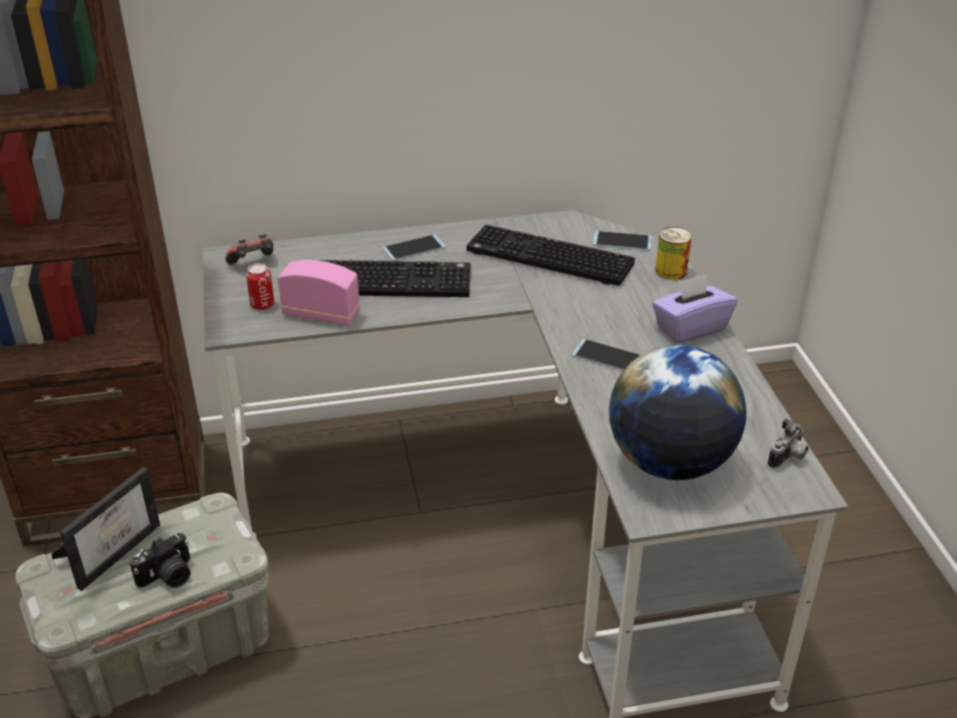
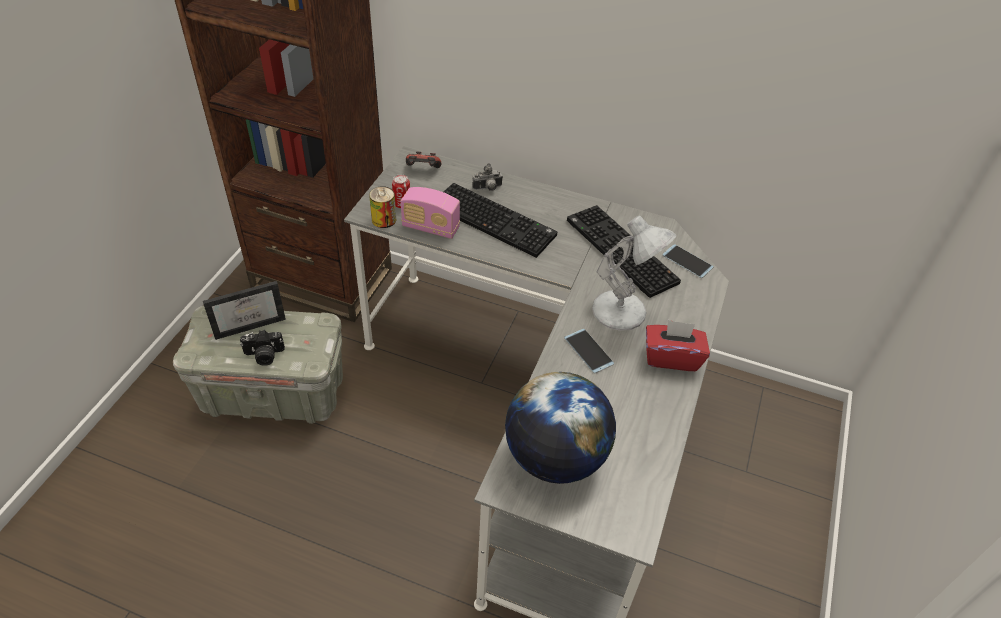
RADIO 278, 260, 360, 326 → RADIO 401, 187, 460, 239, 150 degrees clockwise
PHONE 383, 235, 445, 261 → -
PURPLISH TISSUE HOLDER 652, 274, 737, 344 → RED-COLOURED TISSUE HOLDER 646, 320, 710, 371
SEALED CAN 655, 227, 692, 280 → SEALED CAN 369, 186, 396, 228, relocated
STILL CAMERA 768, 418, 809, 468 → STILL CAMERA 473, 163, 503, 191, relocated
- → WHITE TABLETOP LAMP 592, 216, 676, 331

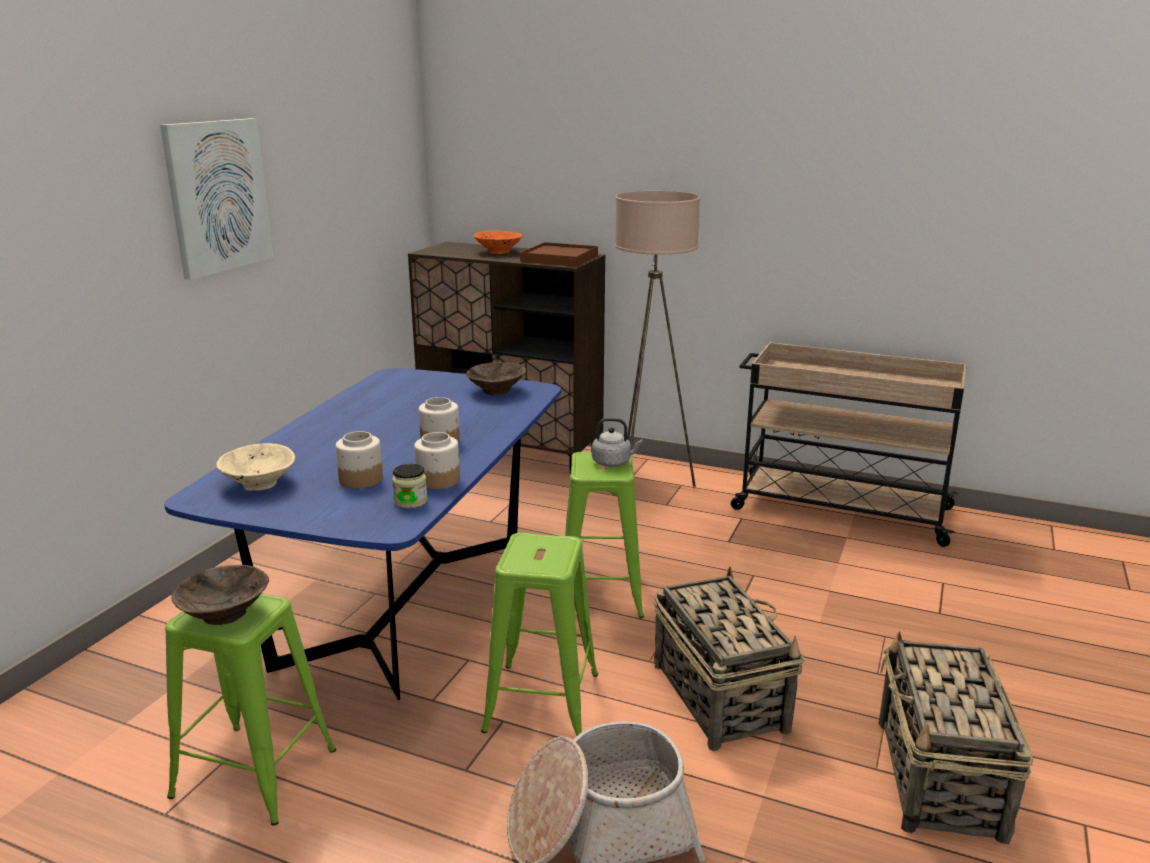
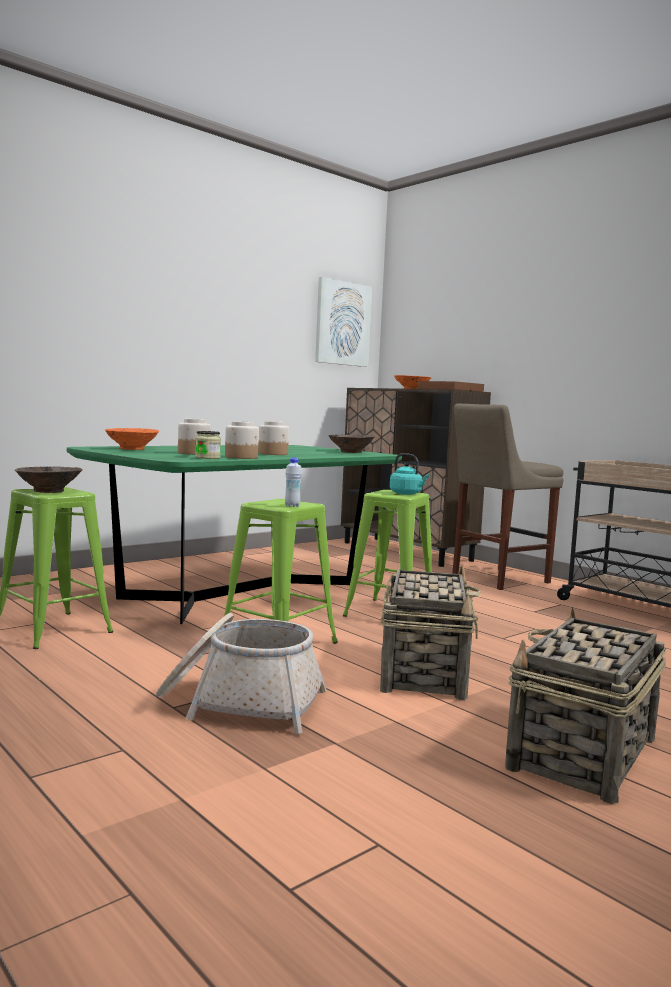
WALL ART 160, 118, 274, 280 → WALL ART 315, 277, 372, 367, relocated
BLUE-COLOURED DINNER TABLE 164, 368, 561, 700 → GREEN-COLOURED DINNER TABLE 67, 445, 402, 624
BEIGE-COLOURED BOWL 216, 443, 295, 491 → ORANGE-COLOURED BOWL 105, 428, 159, 450
GRAY WATER KETTLE 592, 418, 643, 467 → TURQUOISE WATER KETTLE 390, 453, 430, 495
BEIGE-COLOURED STANDARD LAMP 615, 191, 700, 487 → BEIGE-COLOURED STOOL SEAT 452, 404, 564, 590
- → WHITE BOTTLE 285, 457, 302, 507

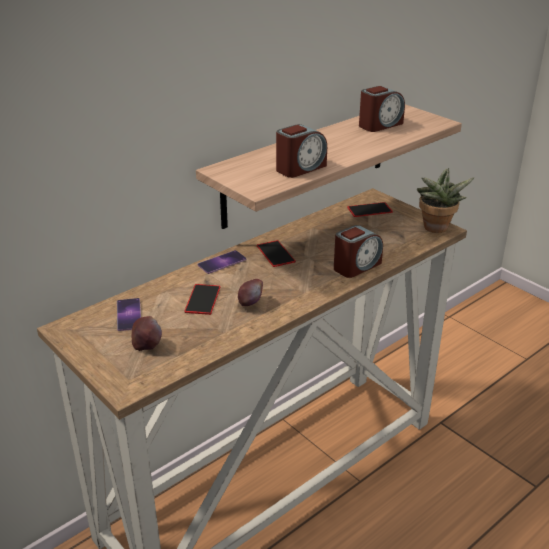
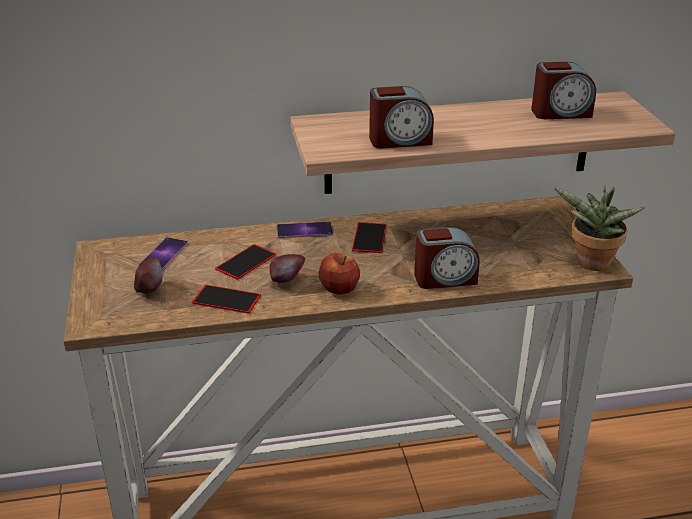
PHONE 347, 202, 393, 217 → PHONE 192, 285, 261, 313, relocated
- → APPLE FRUIT 318, 253, 360, 295

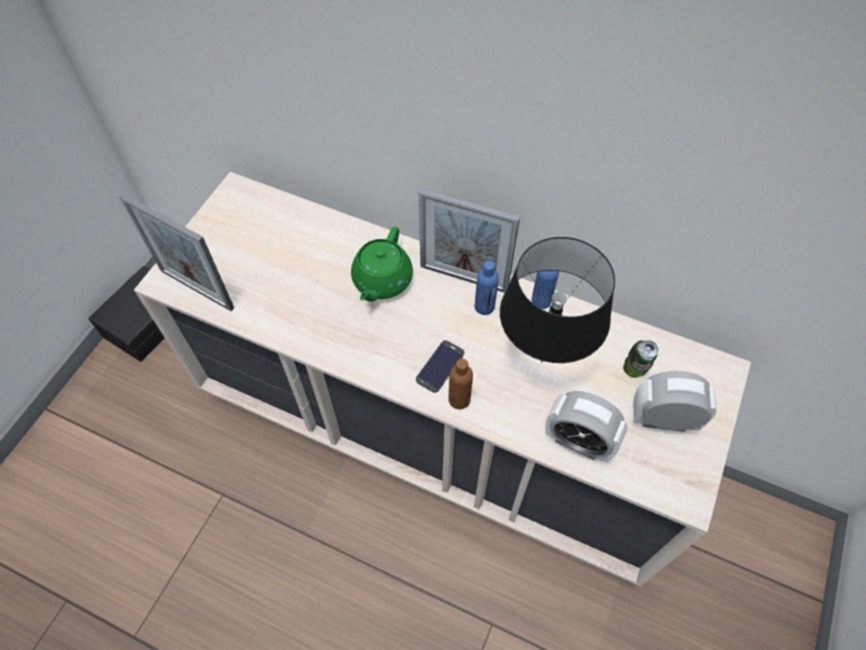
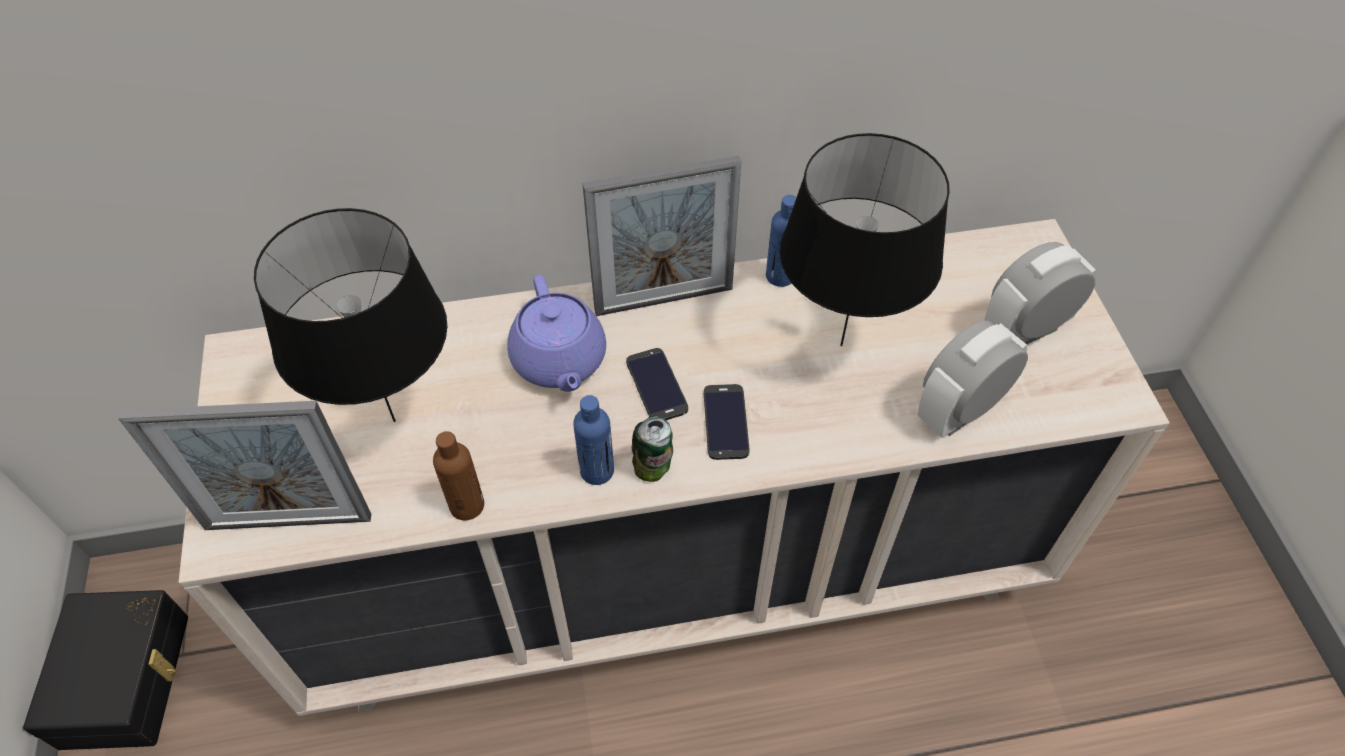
GREEN-COLOURED POT FOR TEA 351, 227, 413, 302 → PURPLISH POT FOR TEA 507, 275, 606, 392
BROWN BOTTLE 449, 359, 473, 409 → BROWN BOTTLE 433, 431, 484, 520, relocated
BLUE-COLOURED BOTTLE 475, 261, 499, 315 → BLUE-COLOURED BOTTLE 573, 395, 614, 485, relocated
ALARM CLOCK 545, 391, 627, 462 → ALARM CLOCK 918, 321, 1028, 438, 150 degrees clockwise
SEALED CAN 623, 341, 658, 378 → SEALED CAN 632, 416, 673, 482, relocated
- → BLACKISH TABLETOP LAMP 254, 208, 448, 422
- → PHONE 626, 348, 688, 420

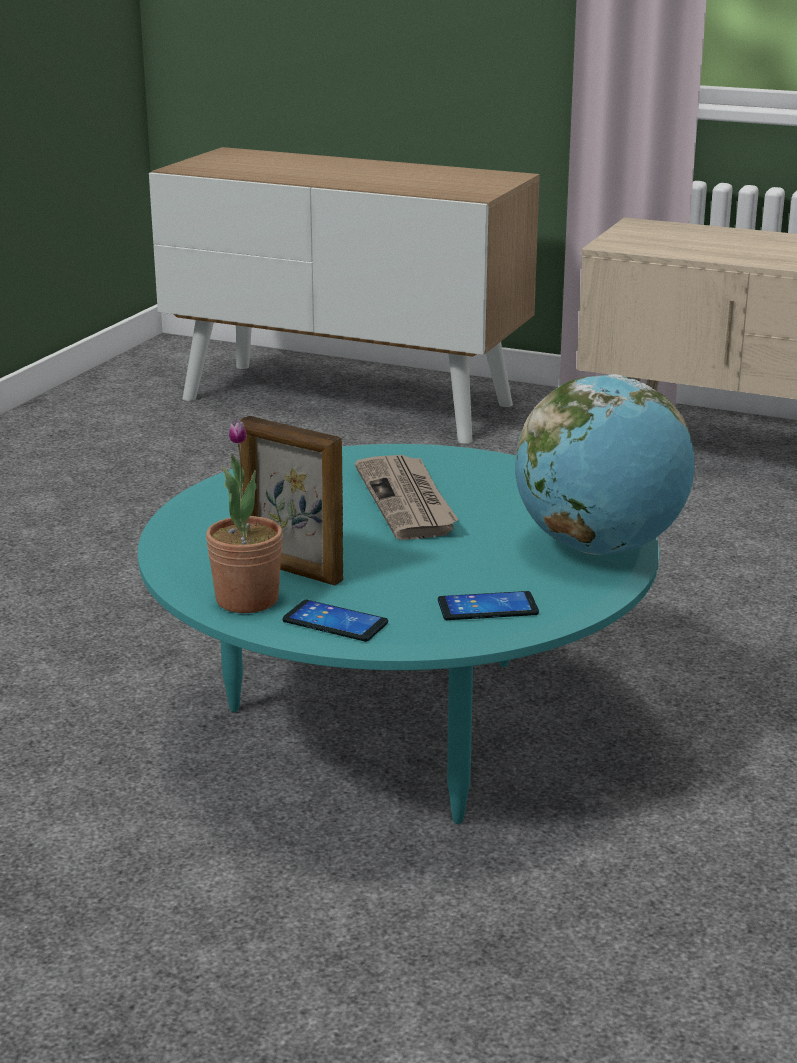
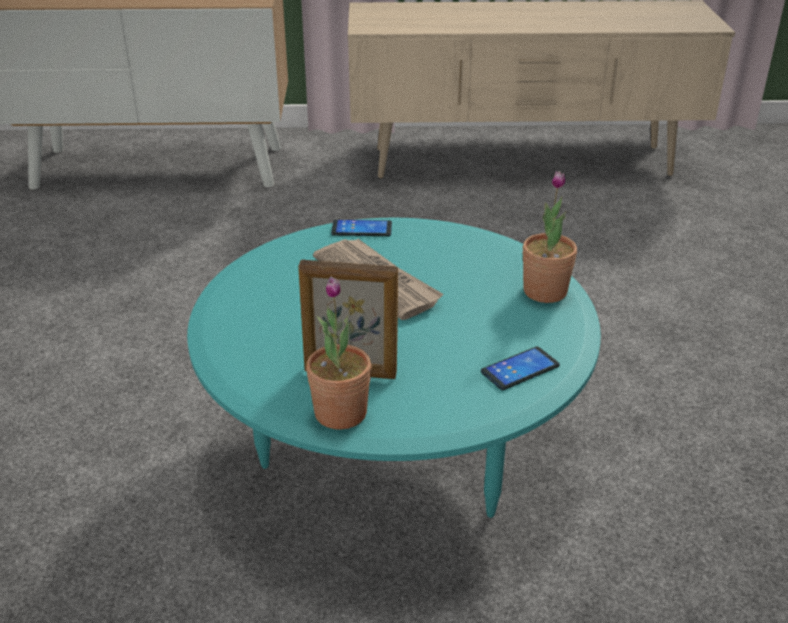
PHONE 282, 600, 388, 642 → PHONE 331, 220, 392, 236, relocated
DESK GLOBE 515, 374, 695, 555 → HOUSEPLANT 523, 171, 577, 303

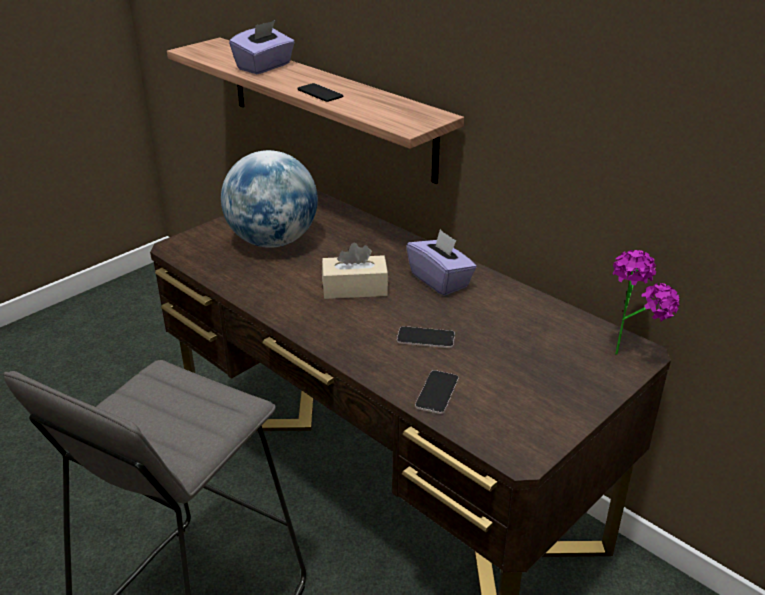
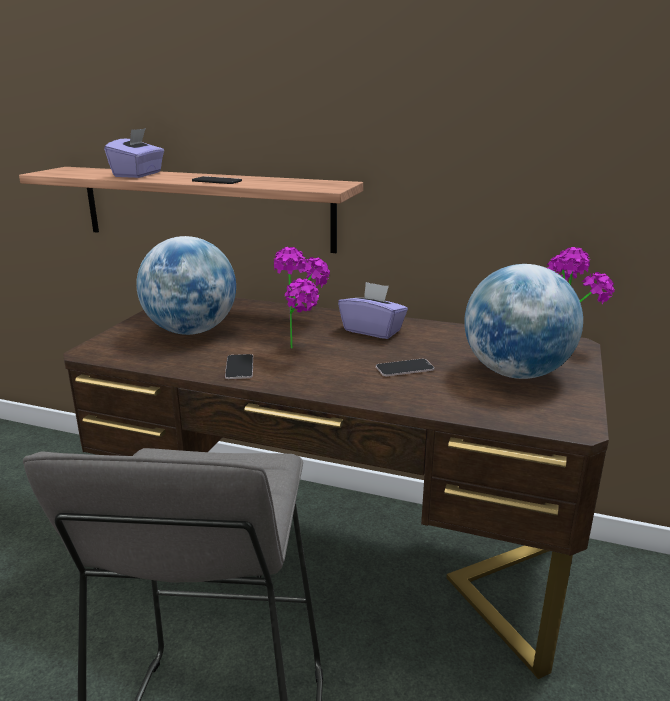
BEIGE-COLOURED TISSUE HOLDER 322, 243, 388, 299 → HOUSEPLANT 274, 247, 330, 348
PHONE 415, 370, 459, 414 → PHONE 225, 354, 253, 379, relocated
- → DESK GLOBE 464, 264, 583, 379

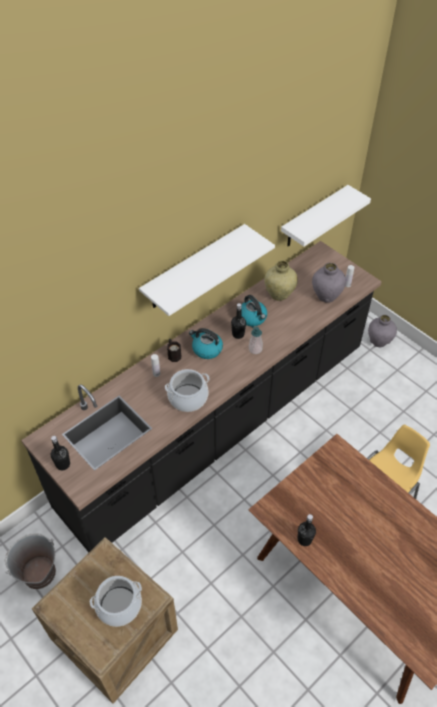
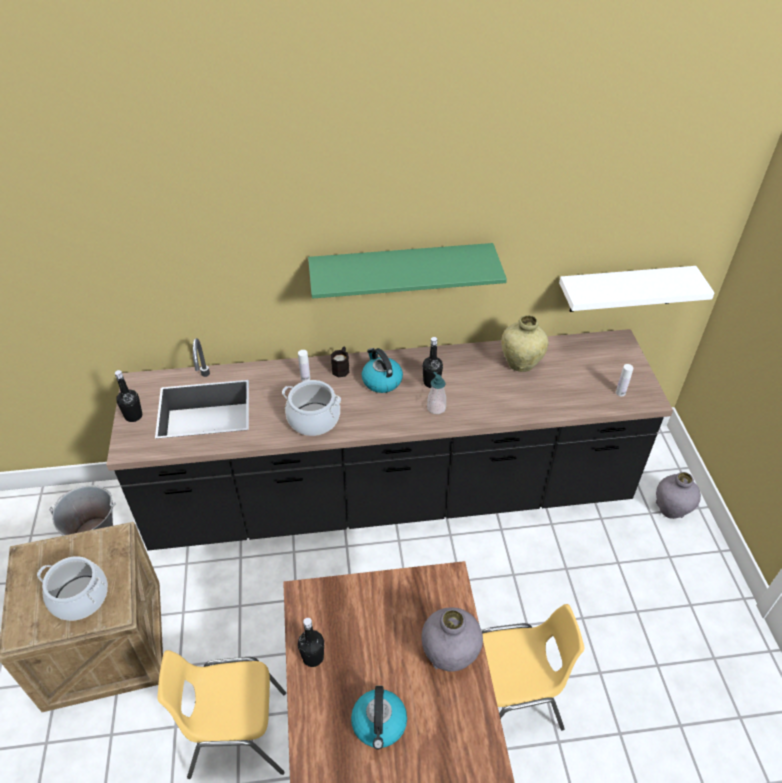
WHITE BRACKET SHELF 139, 224, 275, 316 → GREEN-COLOURED BRACKET SHELF 308, 243, 507, 299
WATER KETTLE 241, 295, 267, 326 → WATER KETTLE 351, 686, 407, 750, relocated
GRAY DECORATIVE VASE 312, 263, 346, 303 → GRAY DECORATIVE VASE 421, 607, 483, 672, relocated
- → YELLOWISH UPRIGHT CHAIR 157, 650, 286, 779

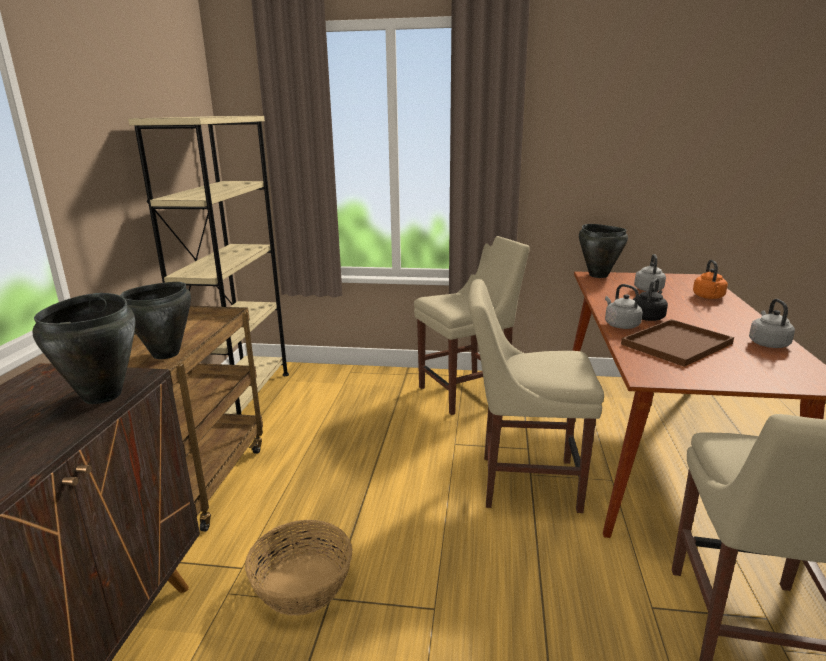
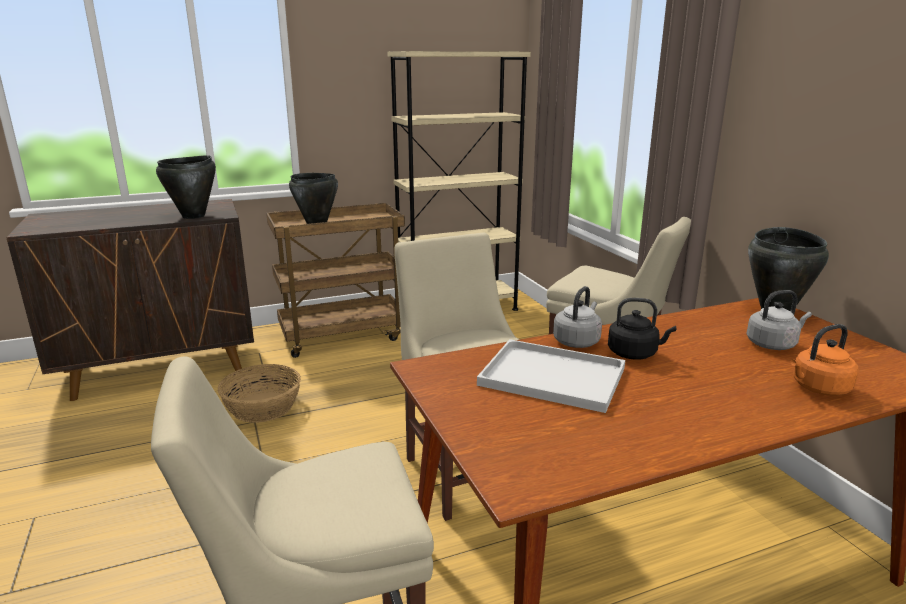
BROWN TRAY 621, 319, 734, 367 → WHITE TRAY 477, 339, 625, 413
GRAY WATER KETTLE 749, 299, 795, 348 → -

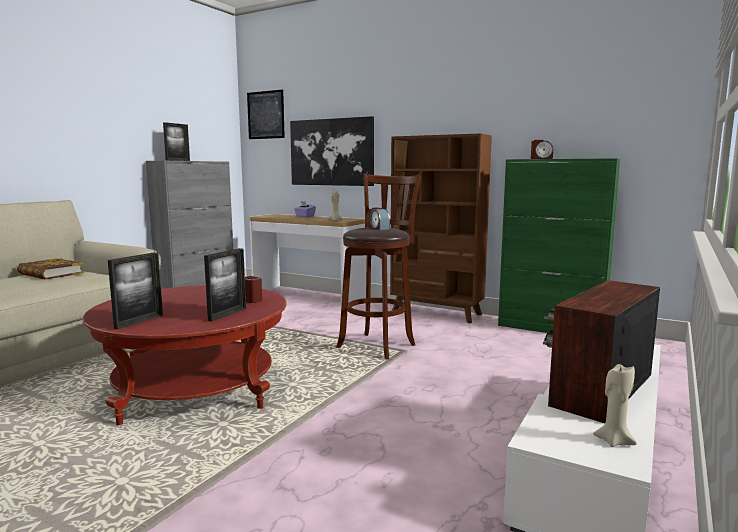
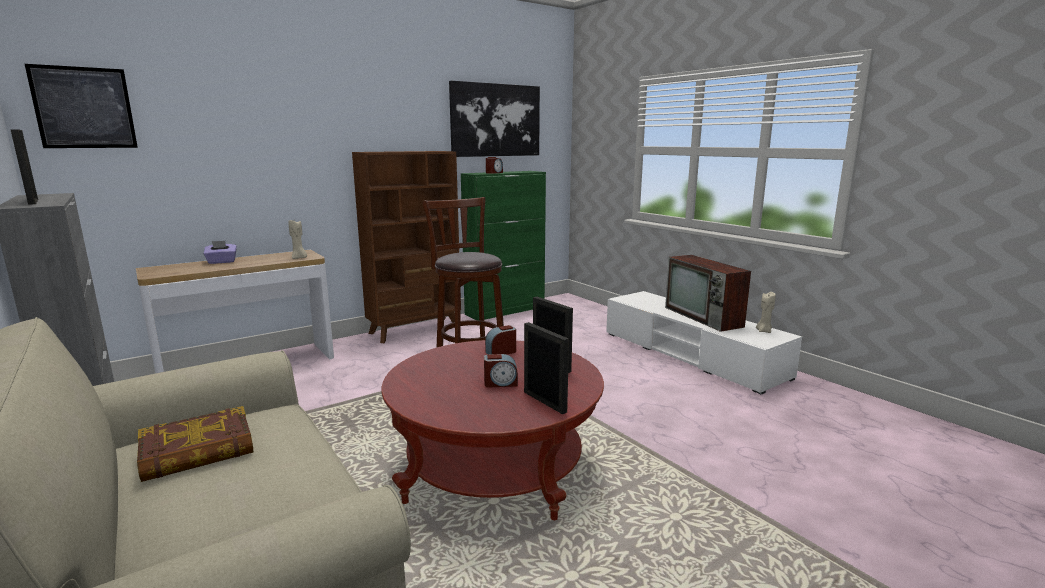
WALL ART 290, 116, 374, 186 → WALL ART 449, 81, 540, 157, relocated
ALARM CLOCK 369, 208, 390, 230 → ALARM CLOCK 484, 354, 518, 388, relocated

